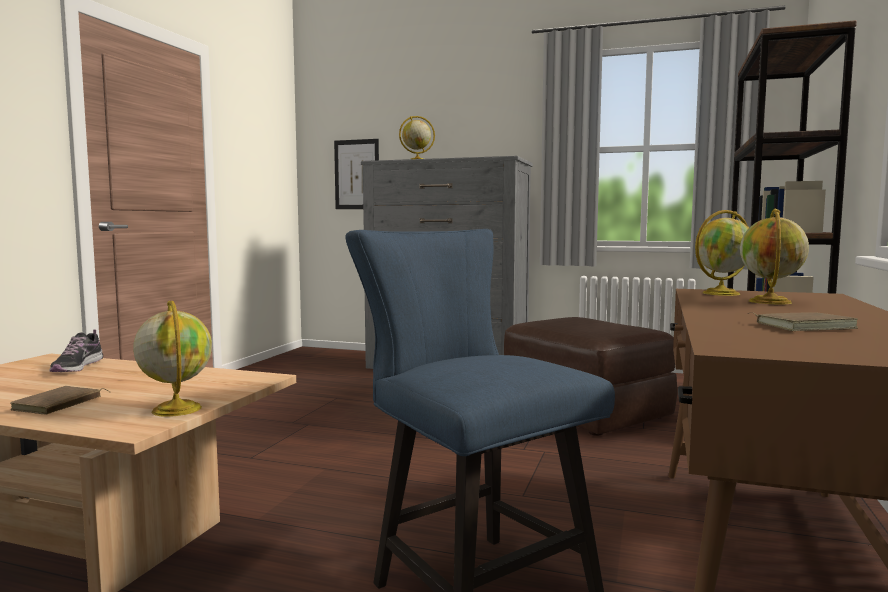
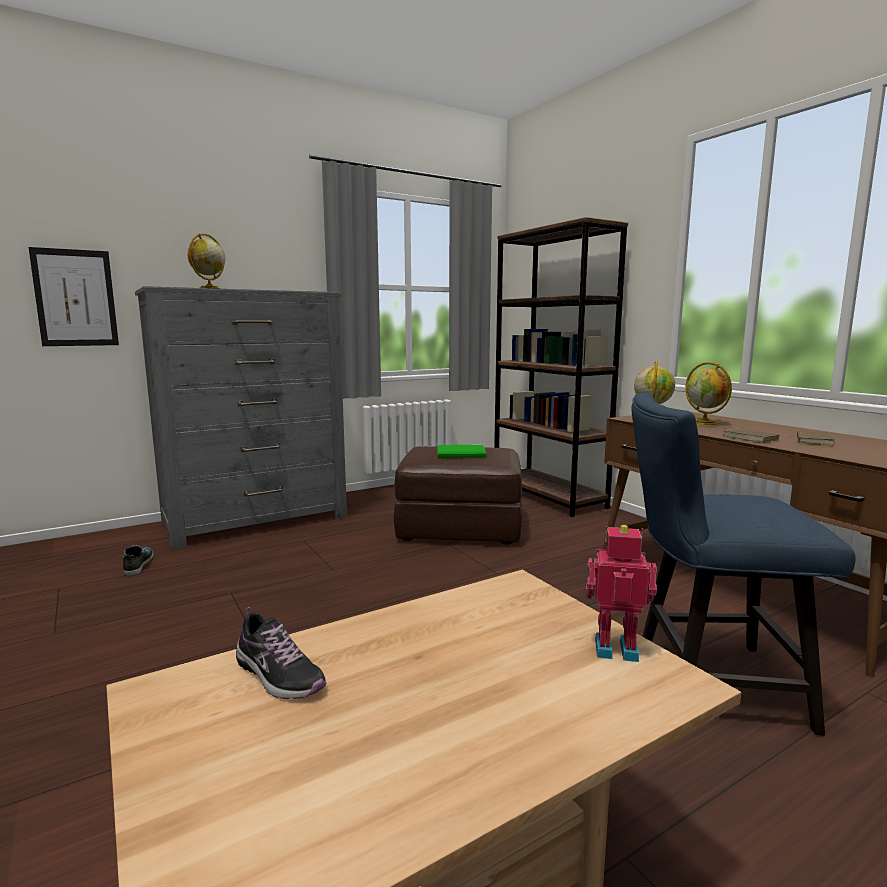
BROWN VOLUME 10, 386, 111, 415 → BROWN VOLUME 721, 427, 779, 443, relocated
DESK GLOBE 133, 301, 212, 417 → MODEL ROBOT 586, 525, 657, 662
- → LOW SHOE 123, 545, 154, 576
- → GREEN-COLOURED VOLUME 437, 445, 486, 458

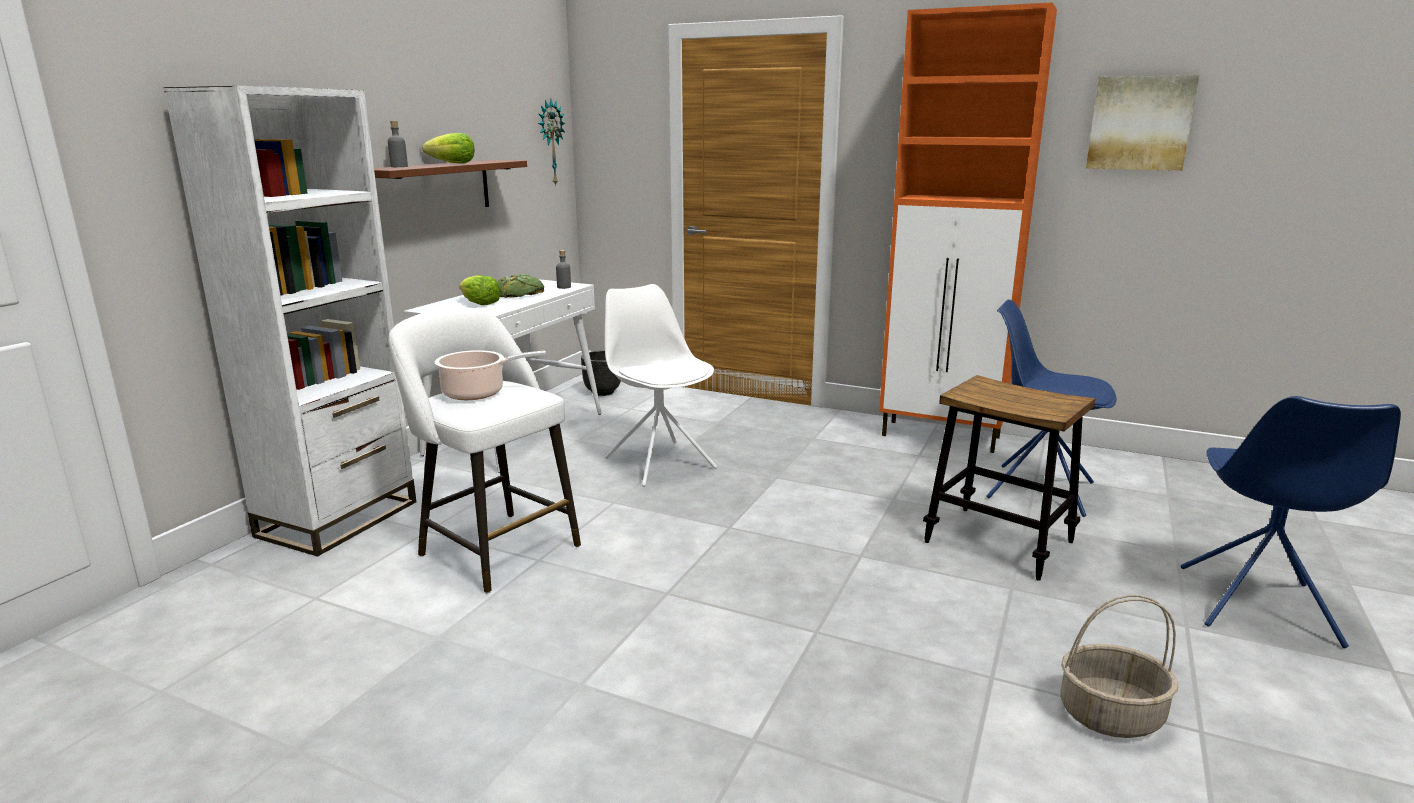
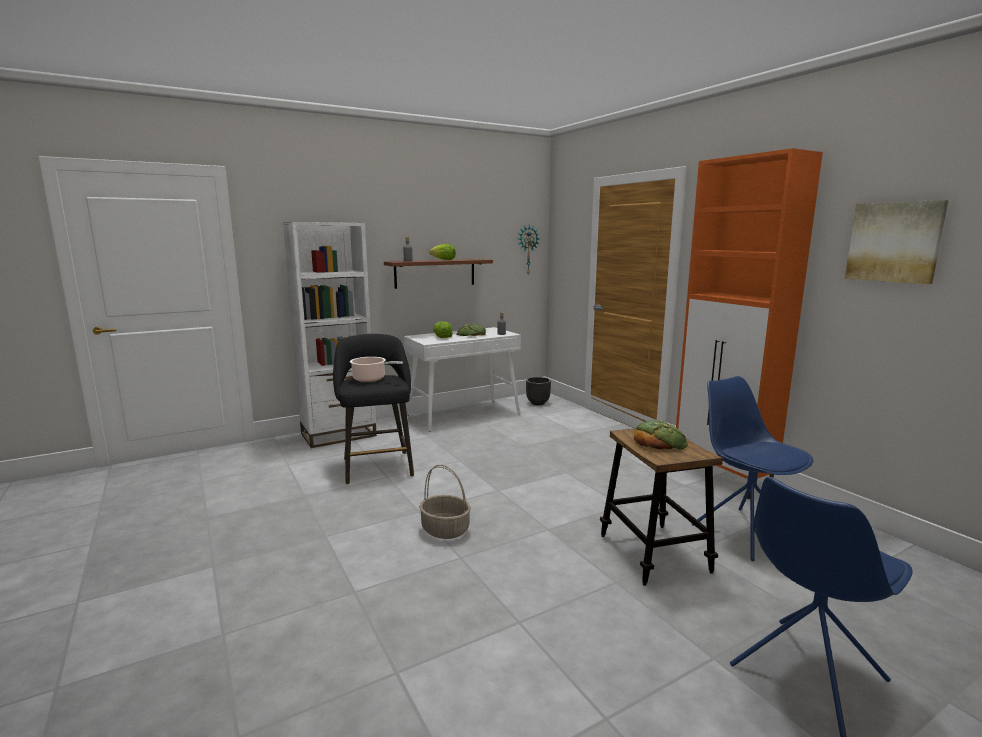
WHITE STOOL SEAT 388, 308, 581, 593 → BLACKISH STOOL SEAT 333, 334, 414, 484
WHITE UPRIGHT CHAIR 605, 284, 717, 487 → -
HOUSEHOLD BASKET 1060, 595, 1178, 738 → HOUSEHOLD BASKET 419, 465, 471, 539, relocated
- → BREAD 634, 420, 688, 450

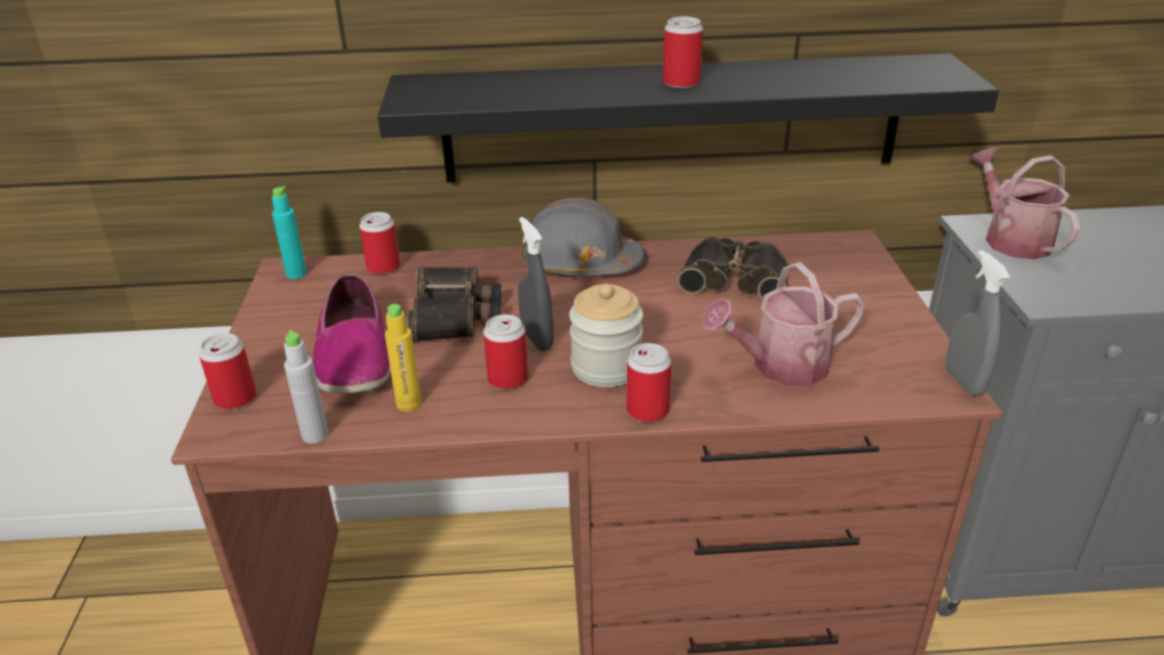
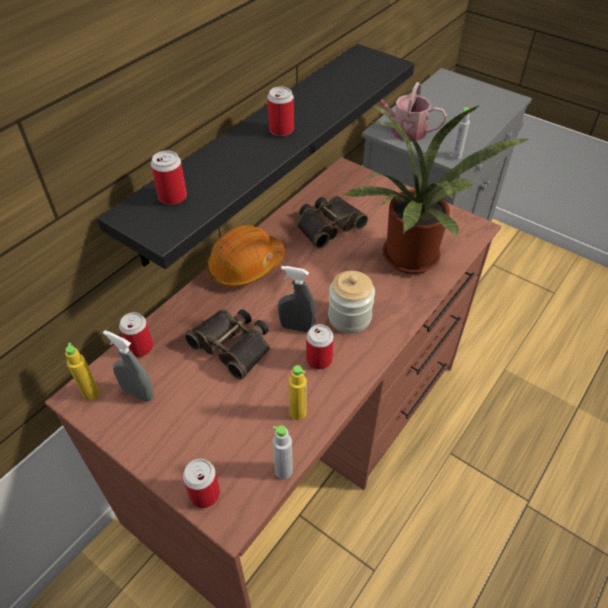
TURQUOISE BOTTLE 272, 186, 307, 279 → YELLOWISH BOTTLE 65, 343, 100, 401
LOW SHOE 313, 274, 391, 394 → -
GRAY HARD HAT 521, 197, 644, 275 → ORANGE-COLOURED HARD HAT 206, 225, 286, 287
SEALED CAN 627, 343, 671, 422 → SEALED CAN 151, 151, 187, 205, relocated
WATERING CAN 701, 262, 865, 386 → HOUSEPLANT 342, 105, 531, 274
GRAY HAND SPRAYER 946, 250, 1010, 396 → GRAY HAND SPRAYER 103, 330, 154, 402, relocated
- → GRAY BOTTLE 450, 107, 470, 159

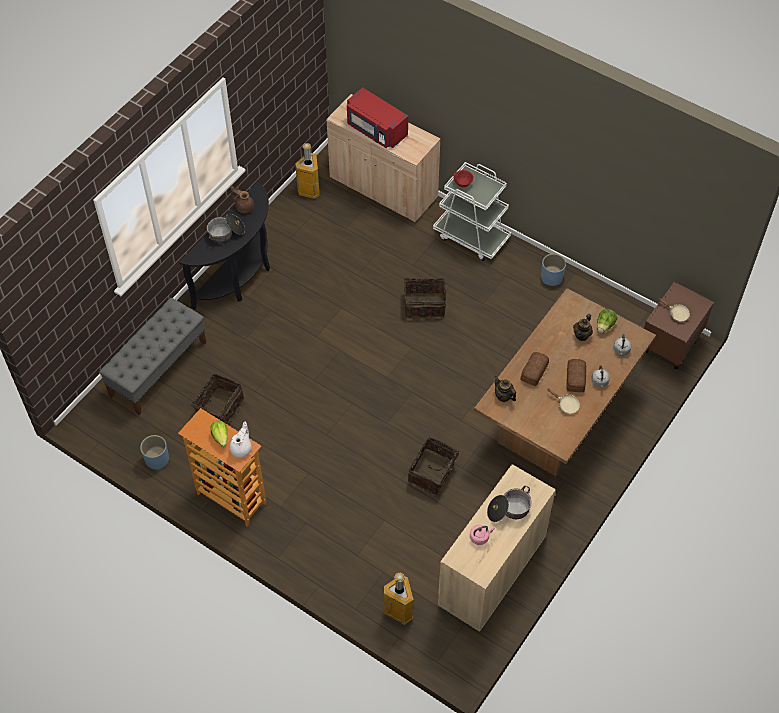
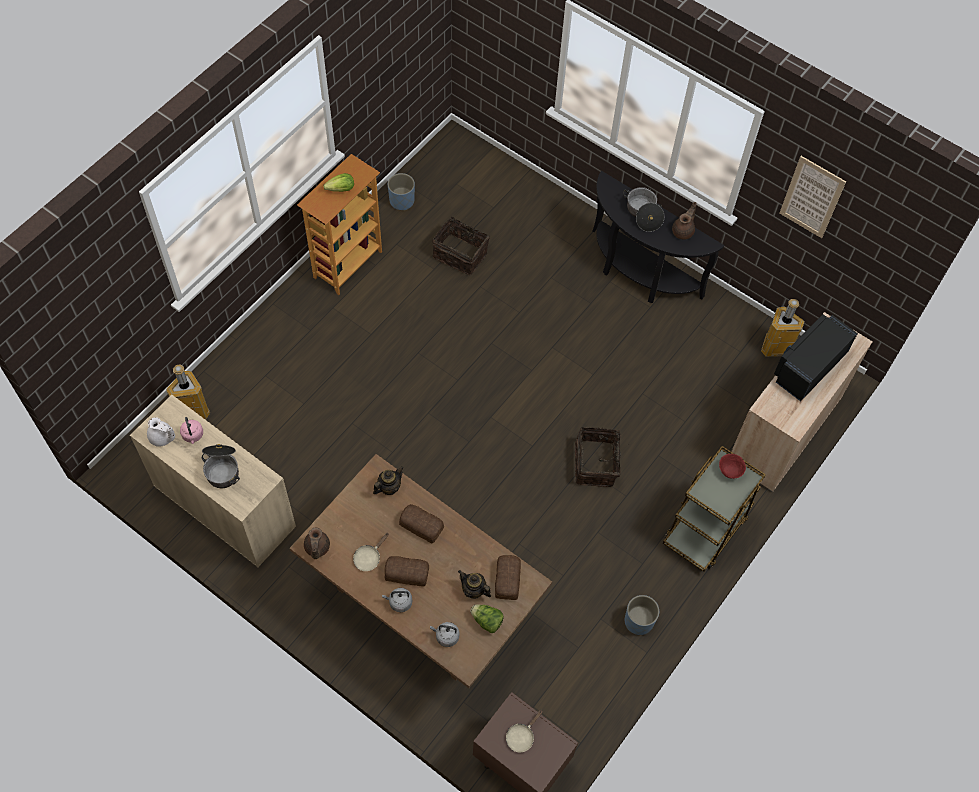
GRAY LONG SEAT 99, 298, 206, 415 → -
WHITE POT FOR TEA 230, 422, 252, 458 → WHITE POT FOR TEA 147, 417, 175, 447, relocated
RED-COLOURED MICROWAVE OVEN 347, 87, 408, 148 → BLACKISH MICROWAVE OVEN 774, 314, 858, 401
HOUSEHOLD BASKET 408, 437, 459, 495 → -
WHITE WHEELED CART 433, 162, 511, 261 → BROWN WHEELED CART 663, 446, 766, 572
- → BROWN POT FOR TEA 304, 528, 330, 559
- → BREAD 495, 555, 521, 600
- → WALL ART 780, 156, 846, 238

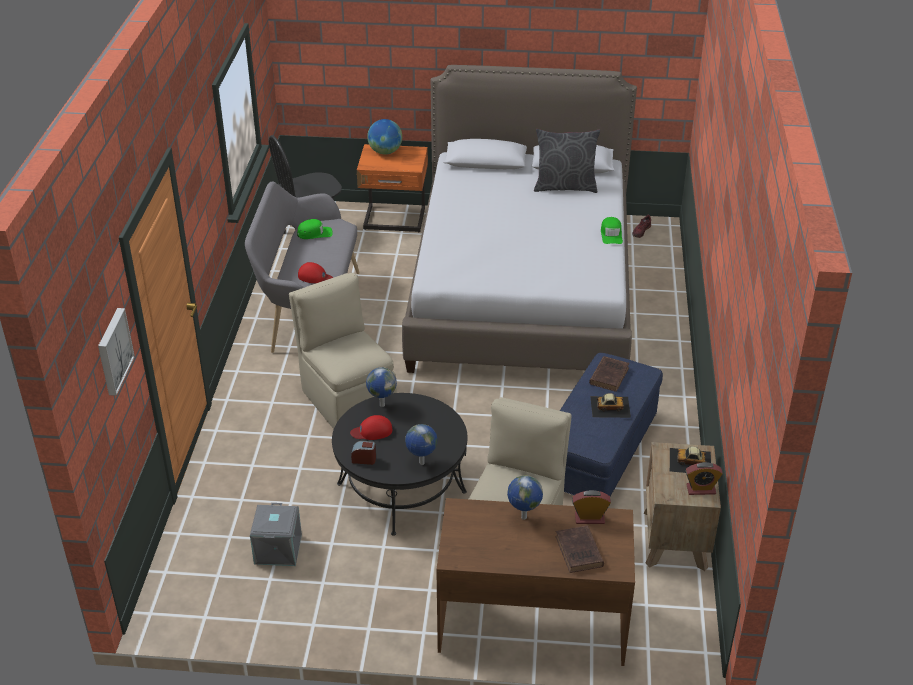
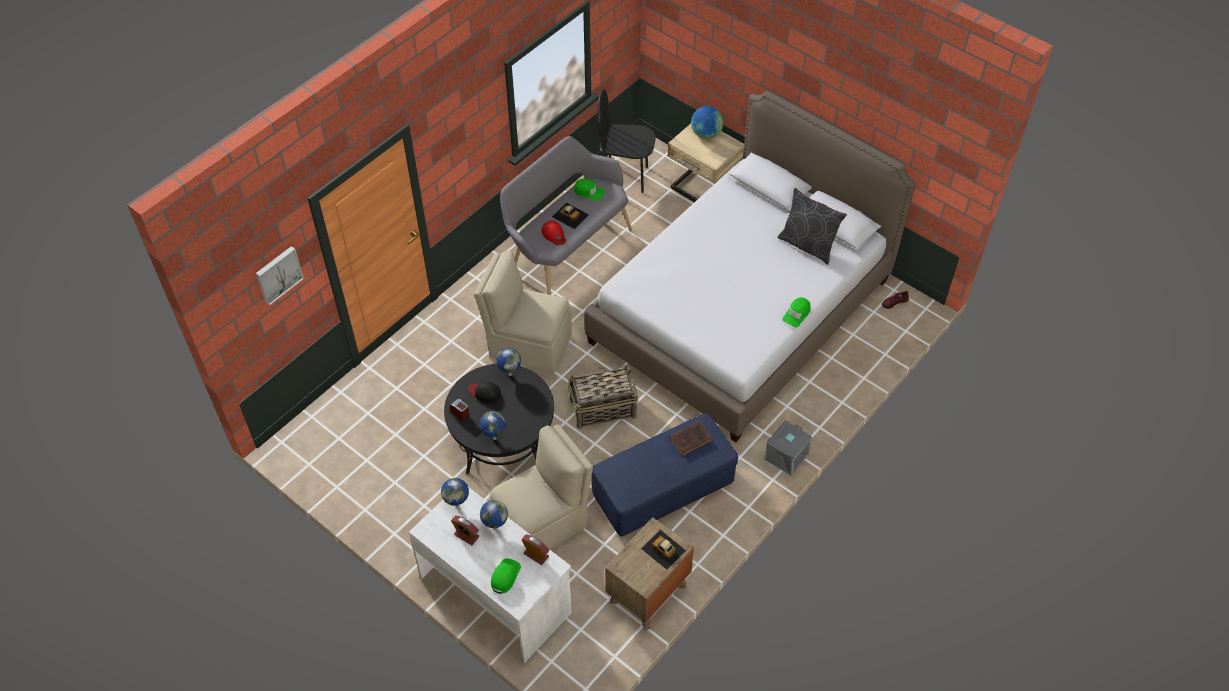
GRAY STORAGE BIN 250, 503, 302, 566 → GRAY STORAGE BIN 764, 420, 812, 476, relocated
BEIGE-COLOURED UPRIGHT CHAIR 289, 273, 397, 429 → BEIGE-COLOURED UPRIGHT CHAIR 474, 251, 572, 374, 75 degrees counterclockwise
RED-COLOURED CAP 350, 415, 393, 440 → BLACKISH CAP 468, 382, 501, 403
ORANGE-COLOURED BEDSIDE TABLE 357, 144, 428, 232 → BEIGE-COLOURED BEDSIDE TABLE 668, 124, 744, 202
BROWN DESK 436, 498, 635, 666 → WHITE DESK 409, 487, 572, 663
BROWN VOLUME 555, 525, 604, 573 → GREEN-COLOURED CAP 491, 558, 521, 594
MODEL CAR 590, 393, 631, 418 → MODEL CAR 552, 203, 589, 229, relocated
ALARM CLOCK 686, 462, 723, 495 → ALARM CLOCK 451, 515, 479, 545, relocated
- → DESK GLOBE 441, 478, 469, 507
- → HOUSEHOLD BASKET 568, 365, 638, 429

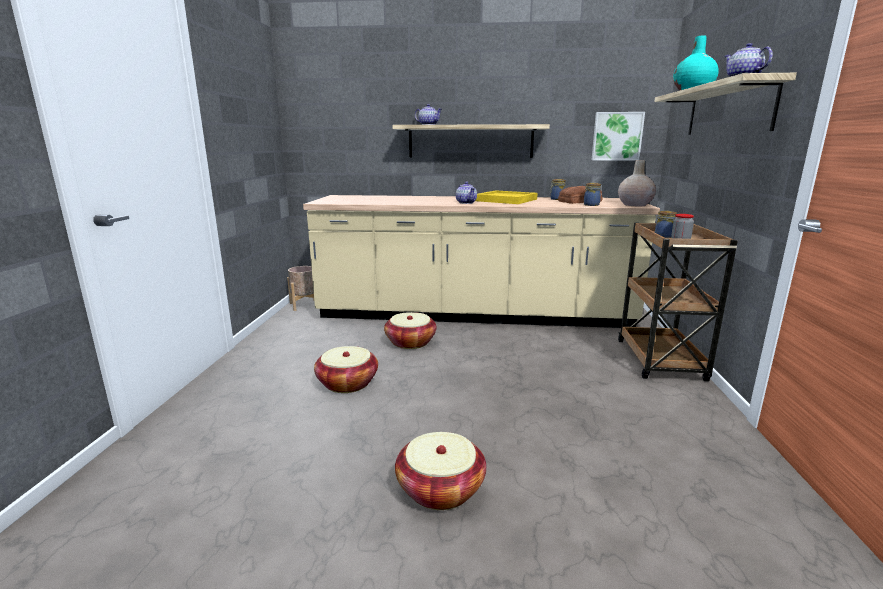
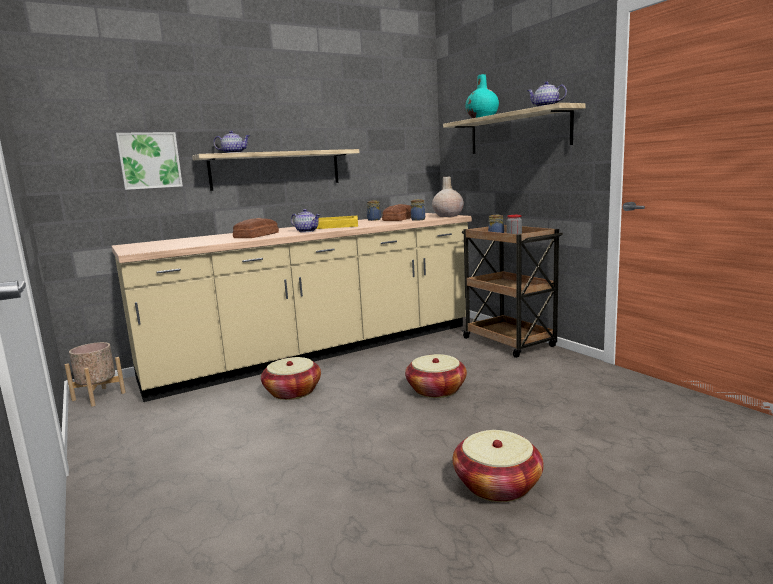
HOUSEHOLD BASKET 314, 346, 378, 393 → HOUSEHOLD BASKET 405, 354, 467, 398, relocated
WALL ART 592, 112, 645, 161 → WALL ART 116, 132, 183, 190, relocated
- → BREAD 233, 218, 279, 238

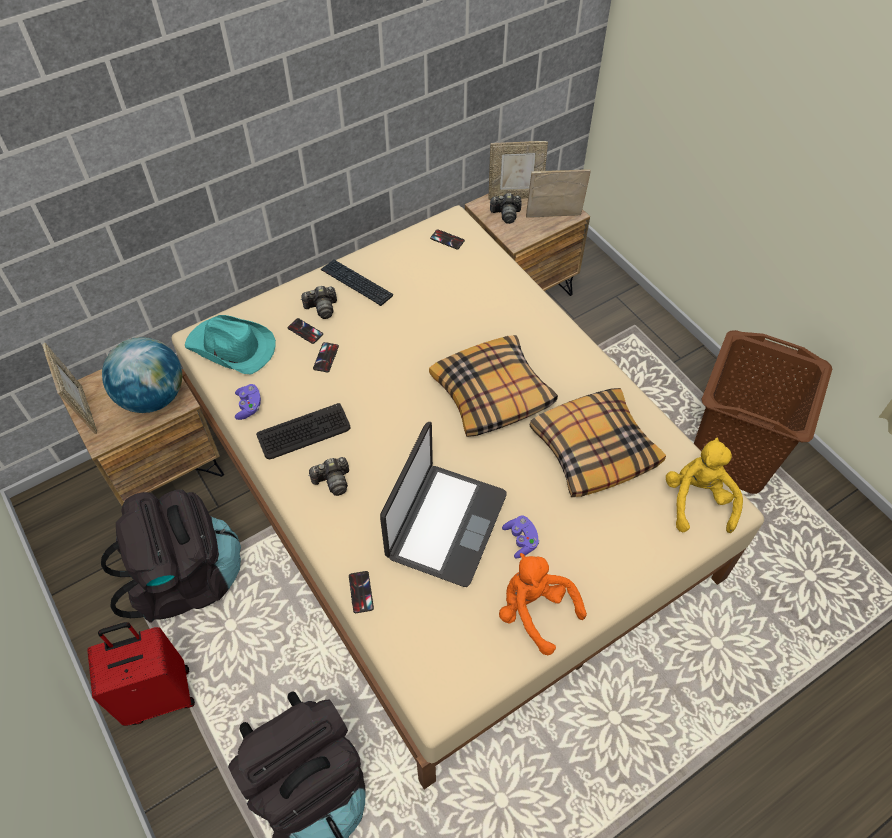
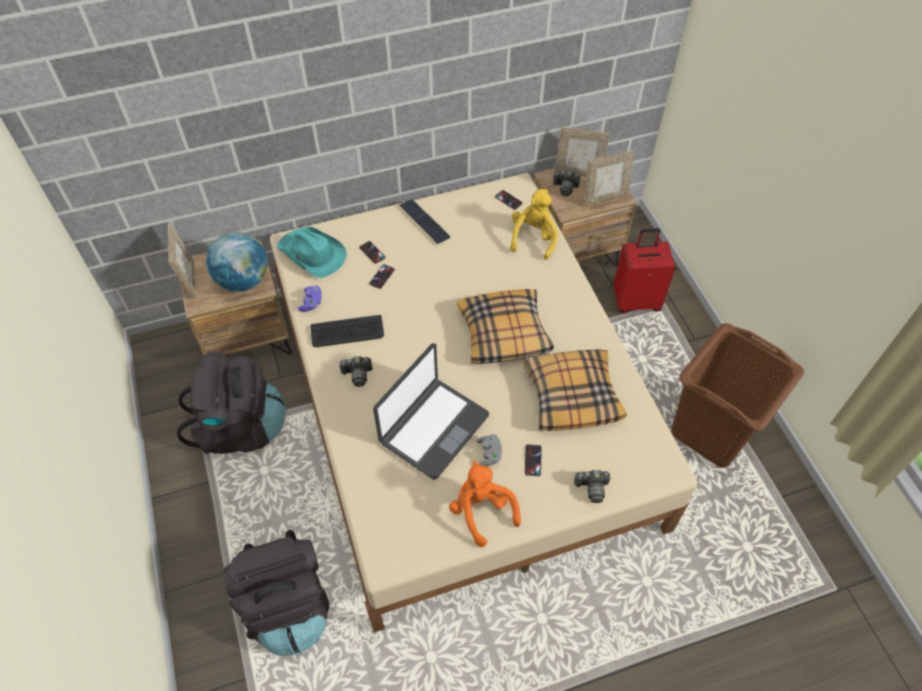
RED-COLOURED SUITCASE 87, 622, 195, 726 → RED-COLOURED SUITCASE 613, 228, 675, 314, relocated
STILL CAMERA 301, 286, 337, 319 → STILL CAMERA 574, 470, 610, 503, relocated
PHONE 349, 571, 374, 613 → PHONE 525, 445, 542, 476, relocated
PURPLISH JOYPAD 502, 515, 539, 558 → GRAY JOYPAD 477, 434, 502, 467
PICTURE FRAME 526, 169, 591, 218 → PICTURE FRAME 584, 151, 635, 207, 150 degrees clockwise
YELLOWISH CUDDLY TOY 666, 438, 743, 533 → YELLOWISH CUDDLY TOY 510, 189, 558, 260, relocated

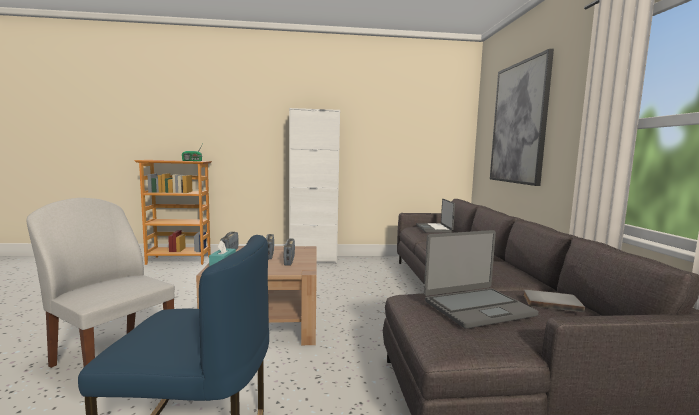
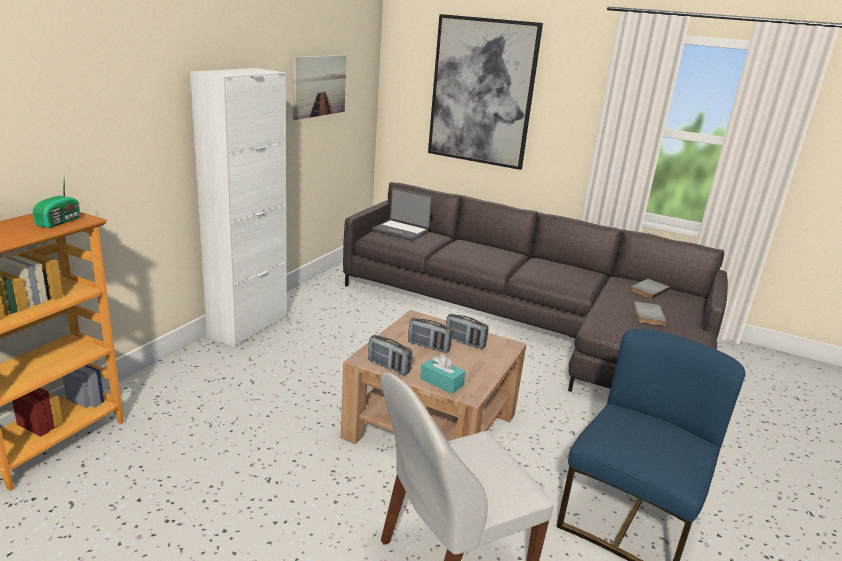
PORTABLE COMPUTER 424, 230, 538, 329 → GRAY VOLUME 633, 301, 667, 326
- → WALL ART 293, 55, 346, 120

